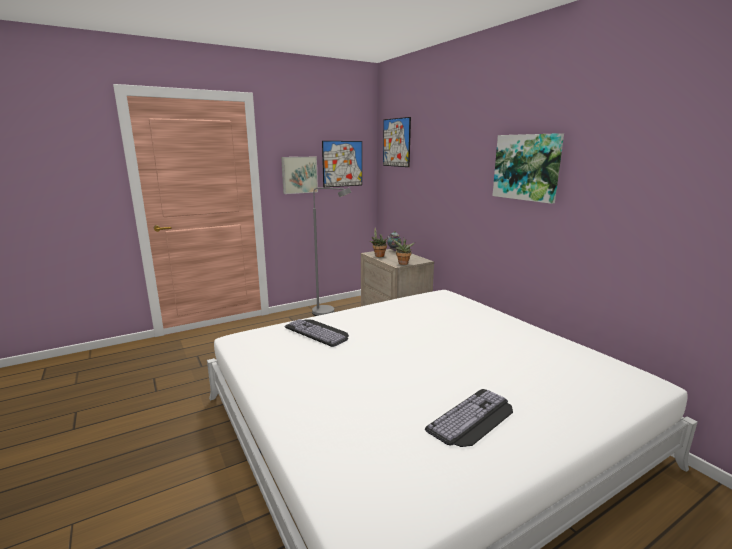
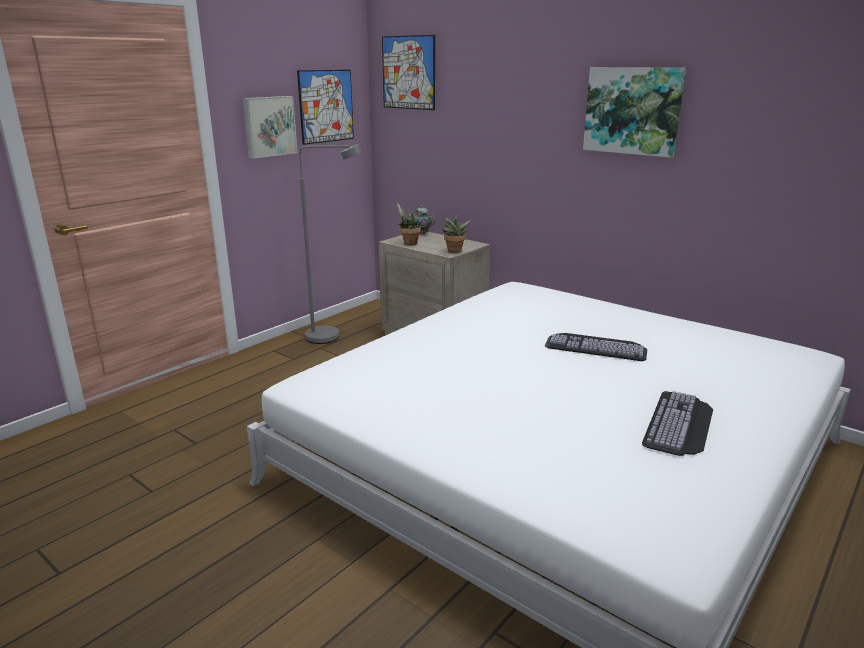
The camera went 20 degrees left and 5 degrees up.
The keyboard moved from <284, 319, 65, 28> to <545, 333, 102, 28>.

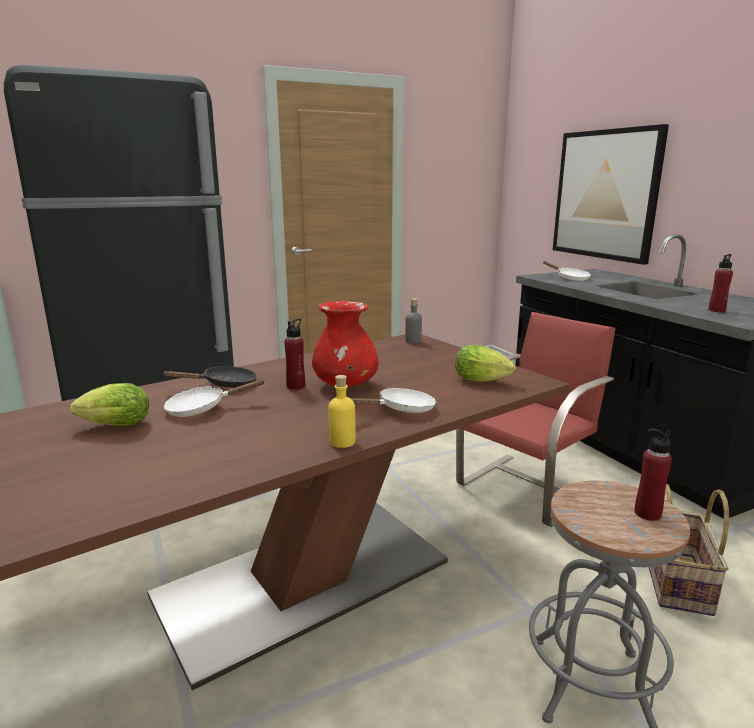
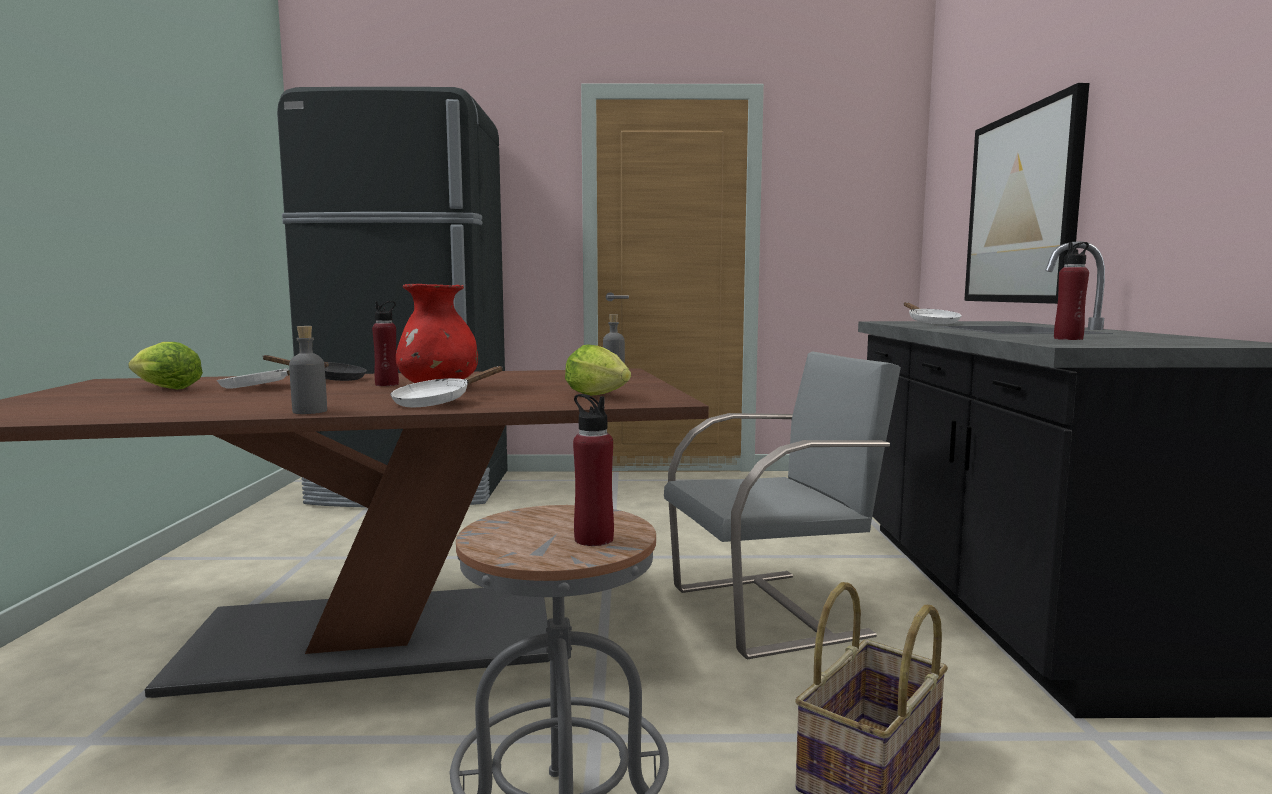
The camera went 25 degrees right and 10 degrees down.
The yellow-coloured drink bottle at <328, 375, 28, 73> became the grey drink bottle at <289, 326, 38, 88>.
The red-coloured plain chair at <456, 312, 160, 215> became the grey plain chair at <664, 351, 237, 308>.
The whitish pan at <350, 388, 86, 25> turned 135 degrees clockwise.

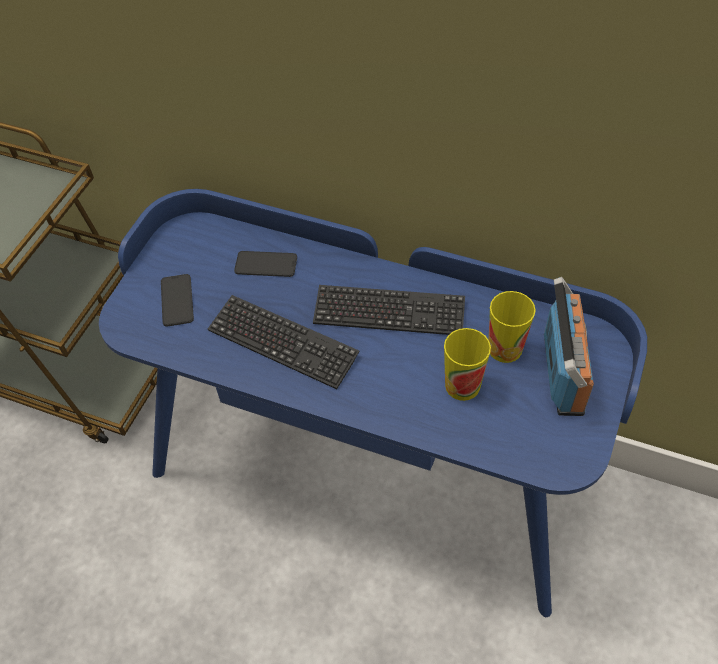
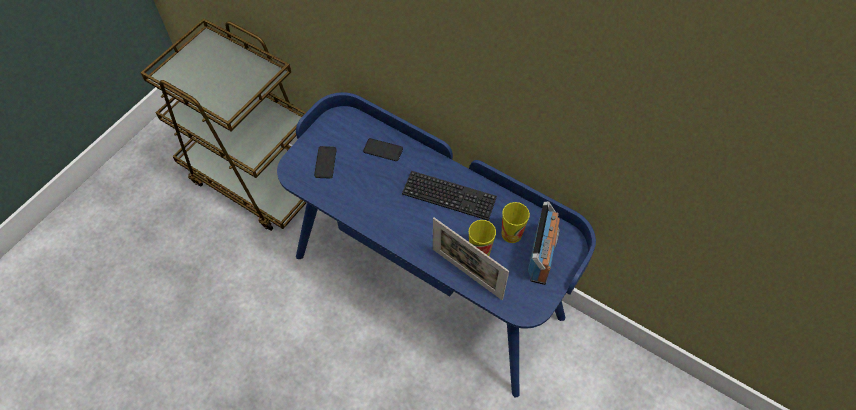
The camera went 10 degrees right and 5 degrees up.
The keyboard at <208, 295, 152, 94> disappeared.
The picture frame at <433, 217, 76, 83> appeared.

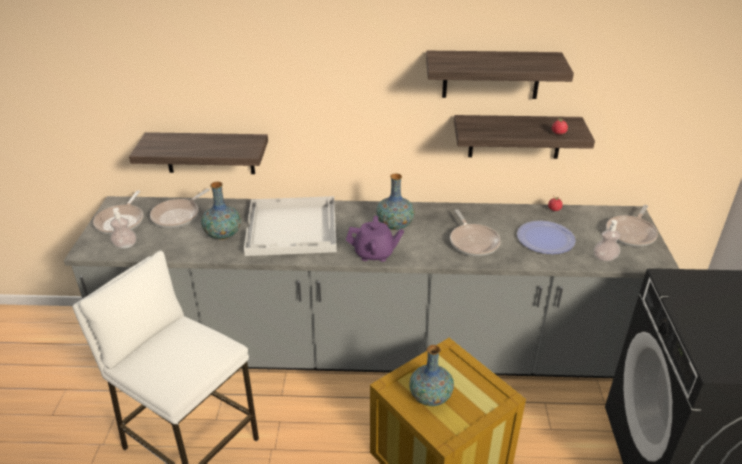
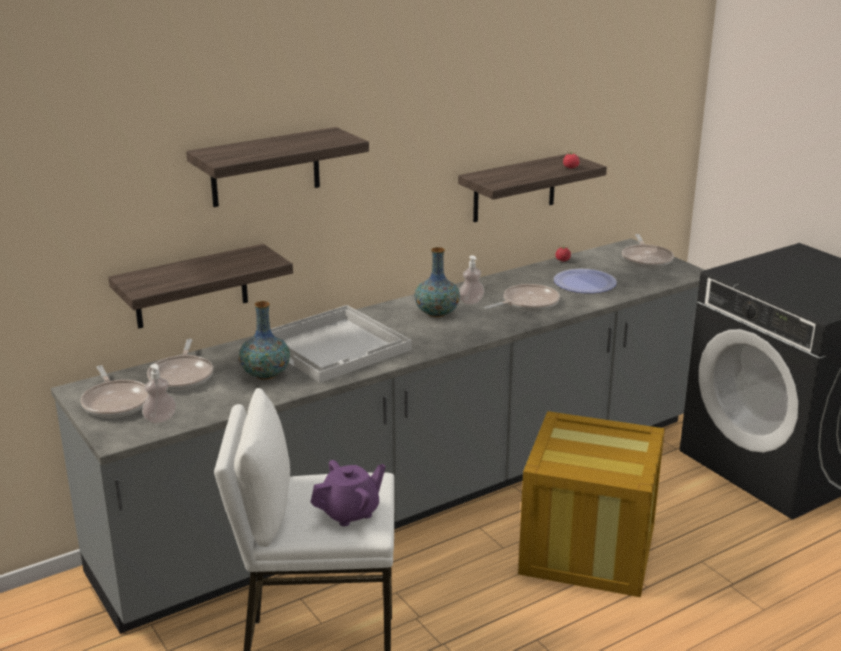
The camera went 35 degrees left and 10 degrees down.
The vase at <409, 345, 45, 61> disappeared.
The purple-coloured teapot moved from <346, 216, 58, 46> to <311, 460, 75, 66>.
The shelf moved from <426, 51, 148, 48> to <186, 127, 183, 80>.
The liquid soap bottle moved from <594, 220, 26, 41> to <459, 255, 25, 50>.
The pan at <450, 209, 51, 47> turned 75 degrees counterclockwise.

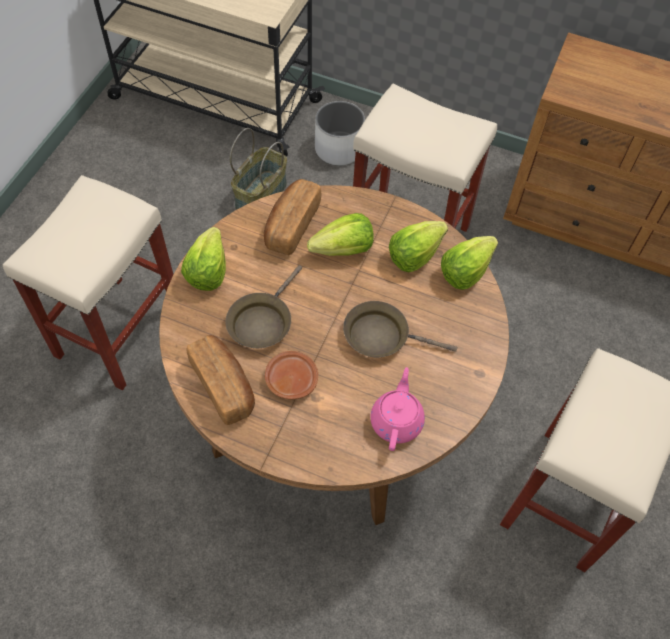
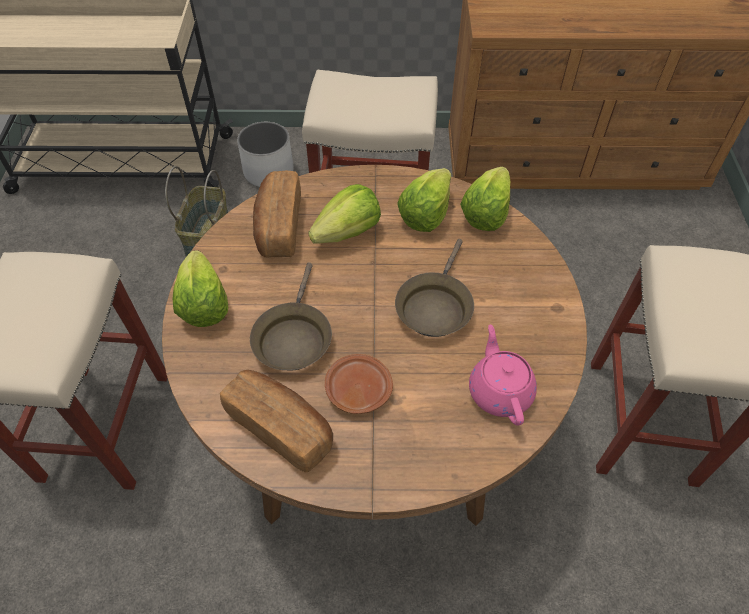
The camera went 20 degrees left and 5 degrees down.
The brown pan at <343, 301, 114, 56> turned 60 degrees counterclockwise.

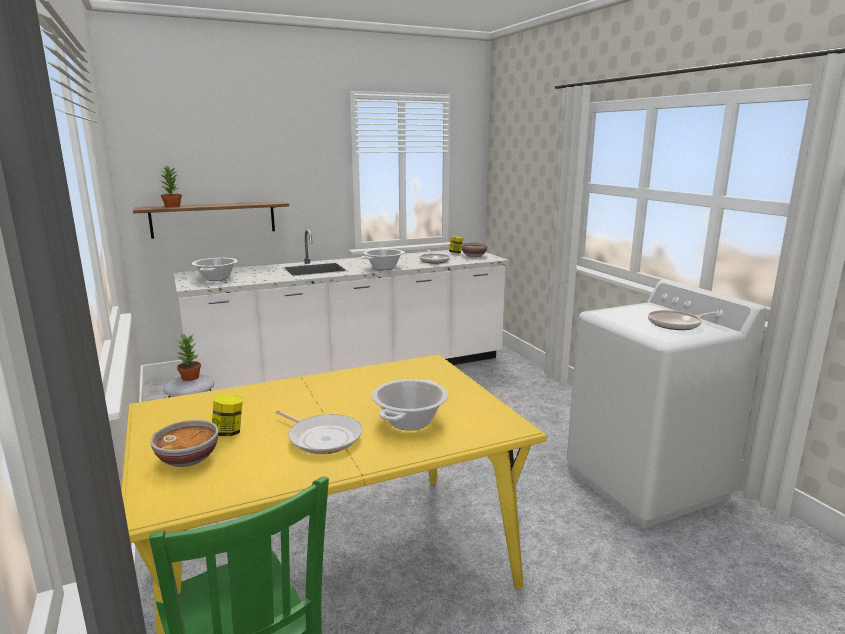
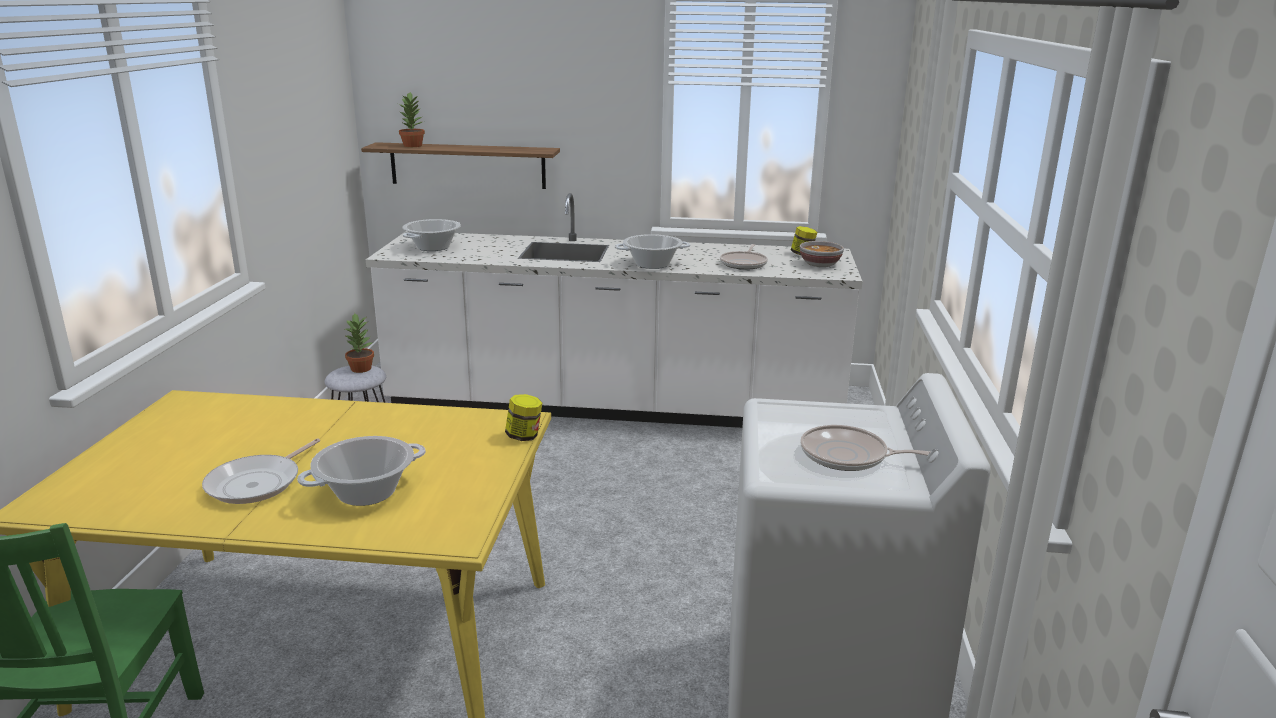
The camera went 30 degrees right and 5 degrees up.
The deep dish at <150, 420, 69, 47> disappeared.
The jar moved from <212, 395, 31, 41> to <505, 394, 37, 47>.
The pan at <275, 410, 88, 44> turned 45 degrees clockwise.

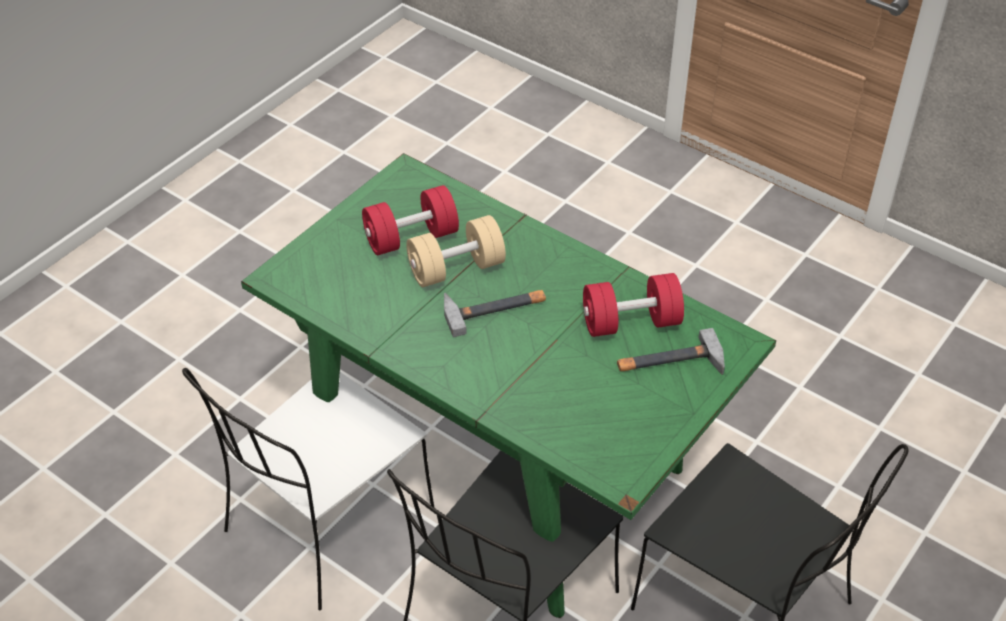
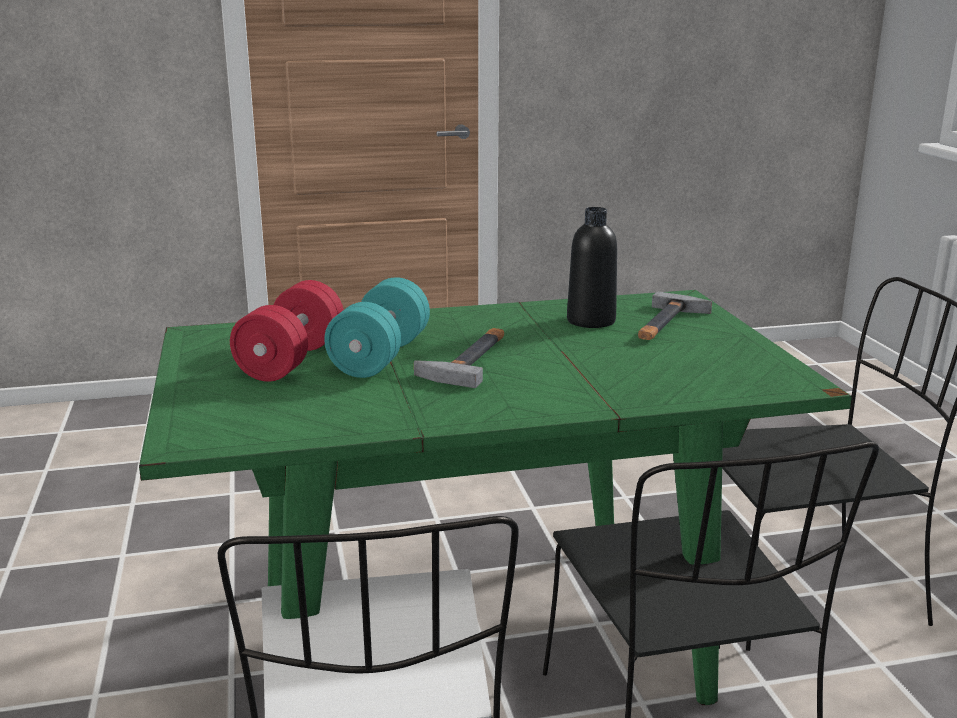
The camera went 50 degrees left and 25 degrees down.
The red-coloured free weight at <583, 273, 101, 64> was replaced by the black drink bottle at <567, 207, 50, 121>.
The beige-coloured free weight at <406, 215, 100, 72> became the turquoise-coloured free weight at <324, 277, 106, 101>.

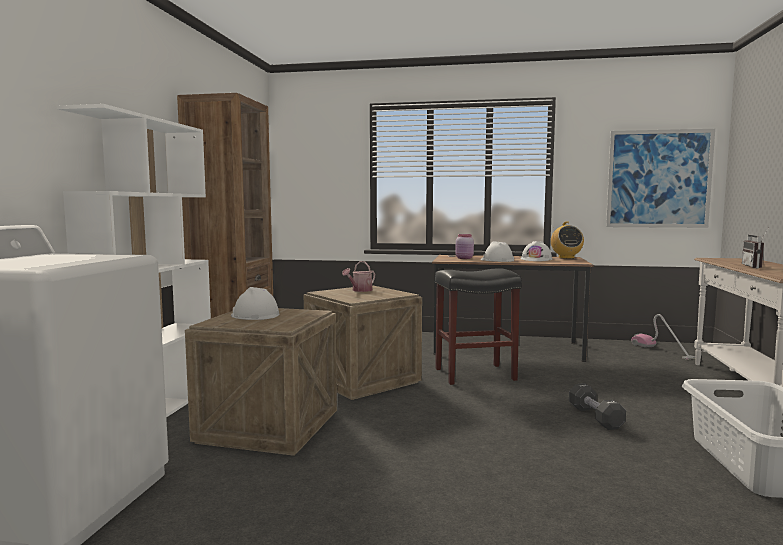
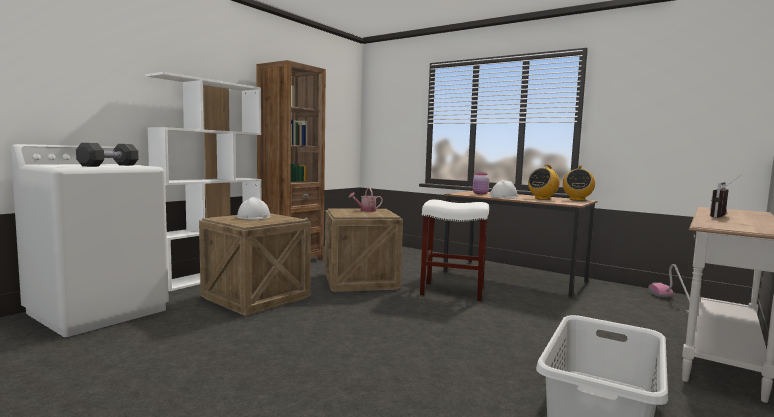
The camera went 25 degrees right and 0 degrees up.
The wall picture at <606, 129, 109, 99> disappeared.
The black free weight moved from <569, 383, 57, 47> to <76, 143, 62, 24>.
The whitish hard hat at <521, 241, 31, 20> was replaced by the radio at <528, 164, 32, 36>.
The black stool seat at <435, 268, 87, 117> became the whitish stool seat at <420, 199, 69, 102>.

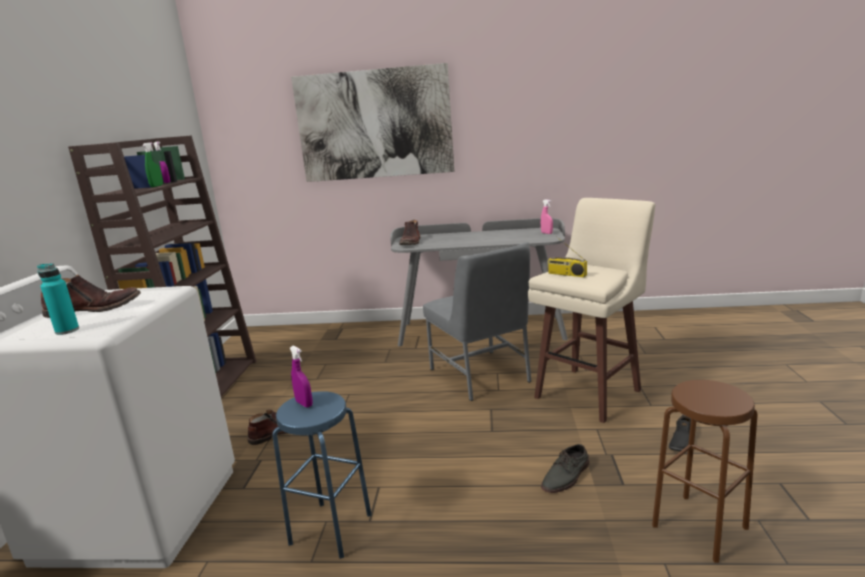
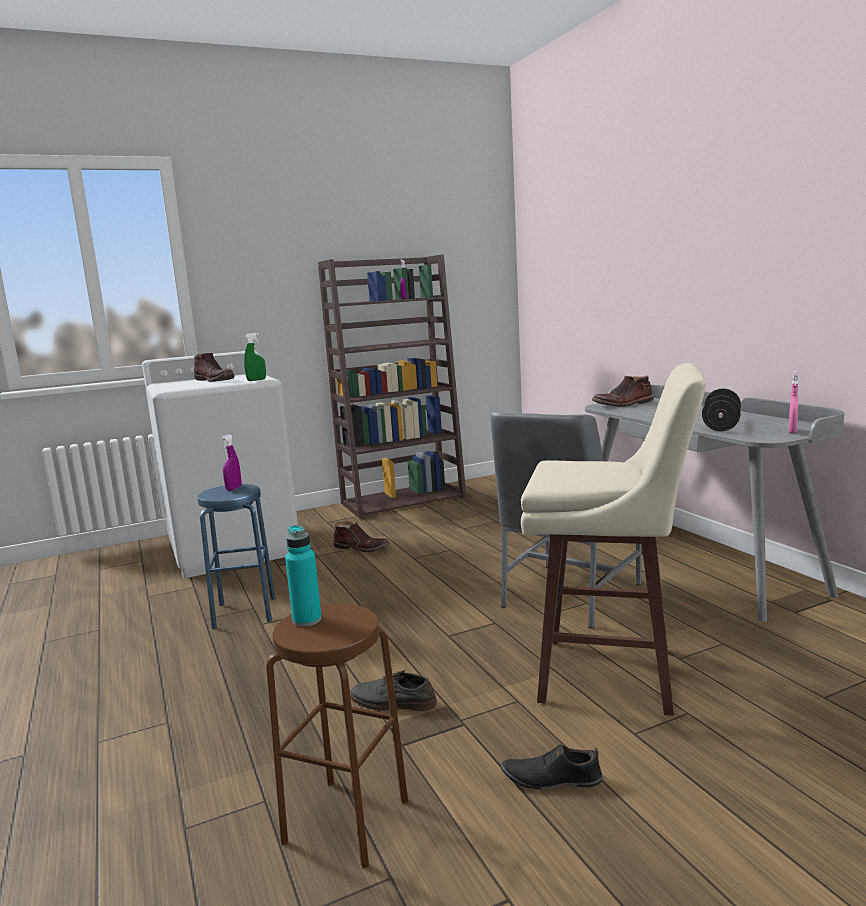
The camera went 60 degrees right and 5 degrees down.
The wall picture at <291, 63, 163, 119> disappeared.
The radio at <547, 236, 40, 41> disappeared.
The black free weight at <702, 388, 39, 43> appeared.
The turquoise-coloured drink bottle moved from <37, 263, 42, 72> to <285, 525, 37, 102>.
The greenish hand sprayer moved from <142, 142, 21, 45> to <244, 333, 22, 48>.

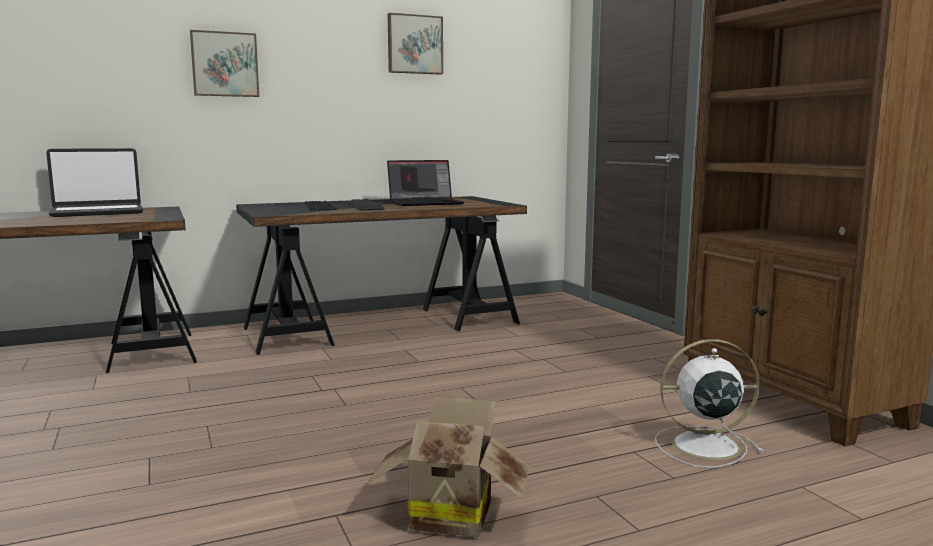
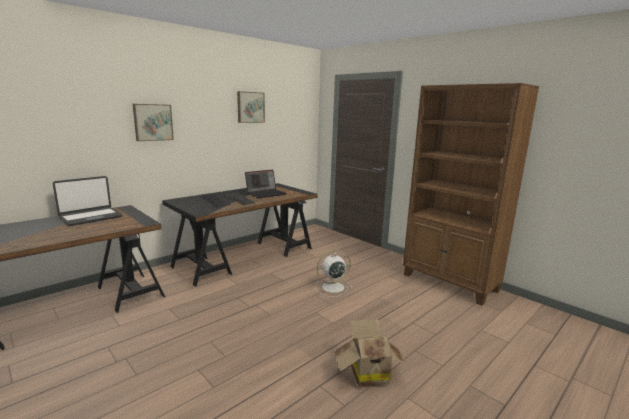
The camera went 20 degrees left and 5 degrees up.
The whitish cooling fan moved from <655, 339, 109, 129> to <315, 249, 38, 48>.

